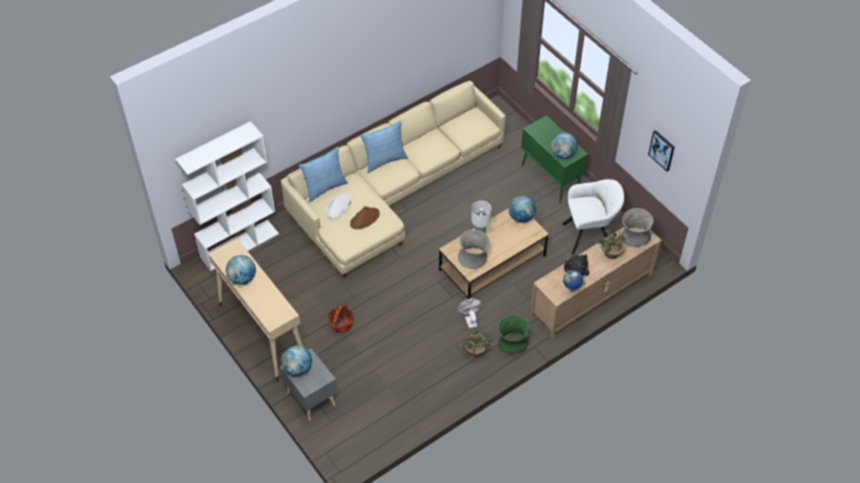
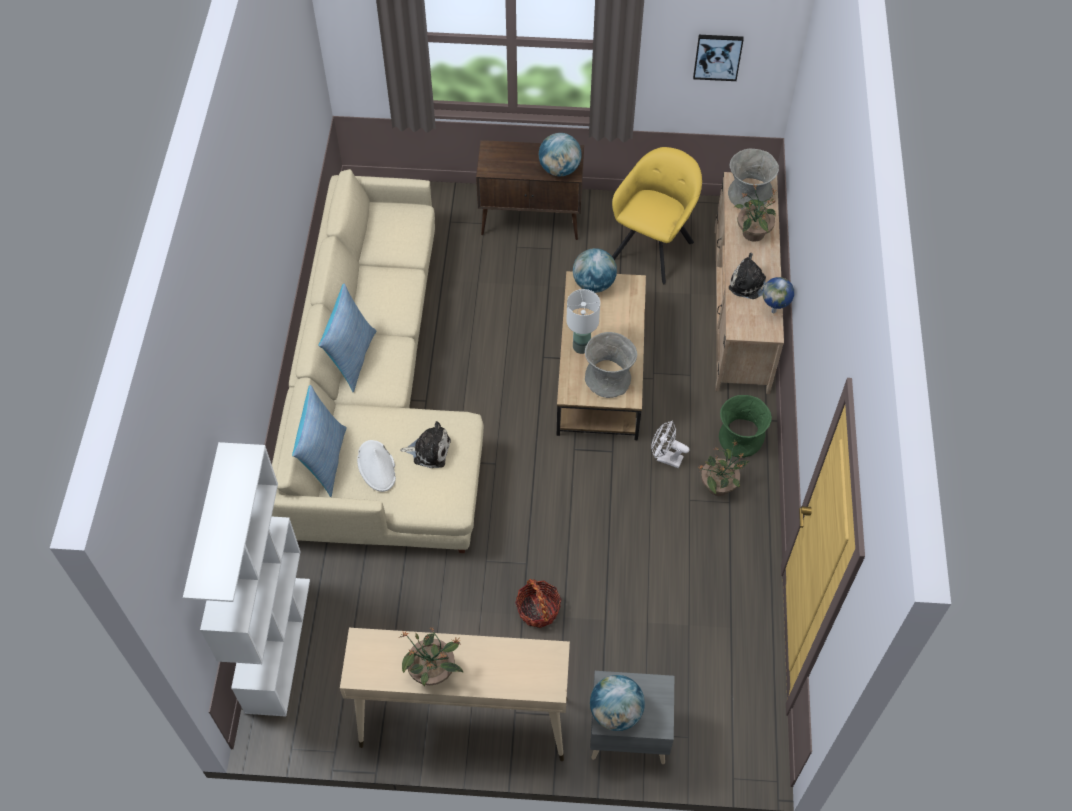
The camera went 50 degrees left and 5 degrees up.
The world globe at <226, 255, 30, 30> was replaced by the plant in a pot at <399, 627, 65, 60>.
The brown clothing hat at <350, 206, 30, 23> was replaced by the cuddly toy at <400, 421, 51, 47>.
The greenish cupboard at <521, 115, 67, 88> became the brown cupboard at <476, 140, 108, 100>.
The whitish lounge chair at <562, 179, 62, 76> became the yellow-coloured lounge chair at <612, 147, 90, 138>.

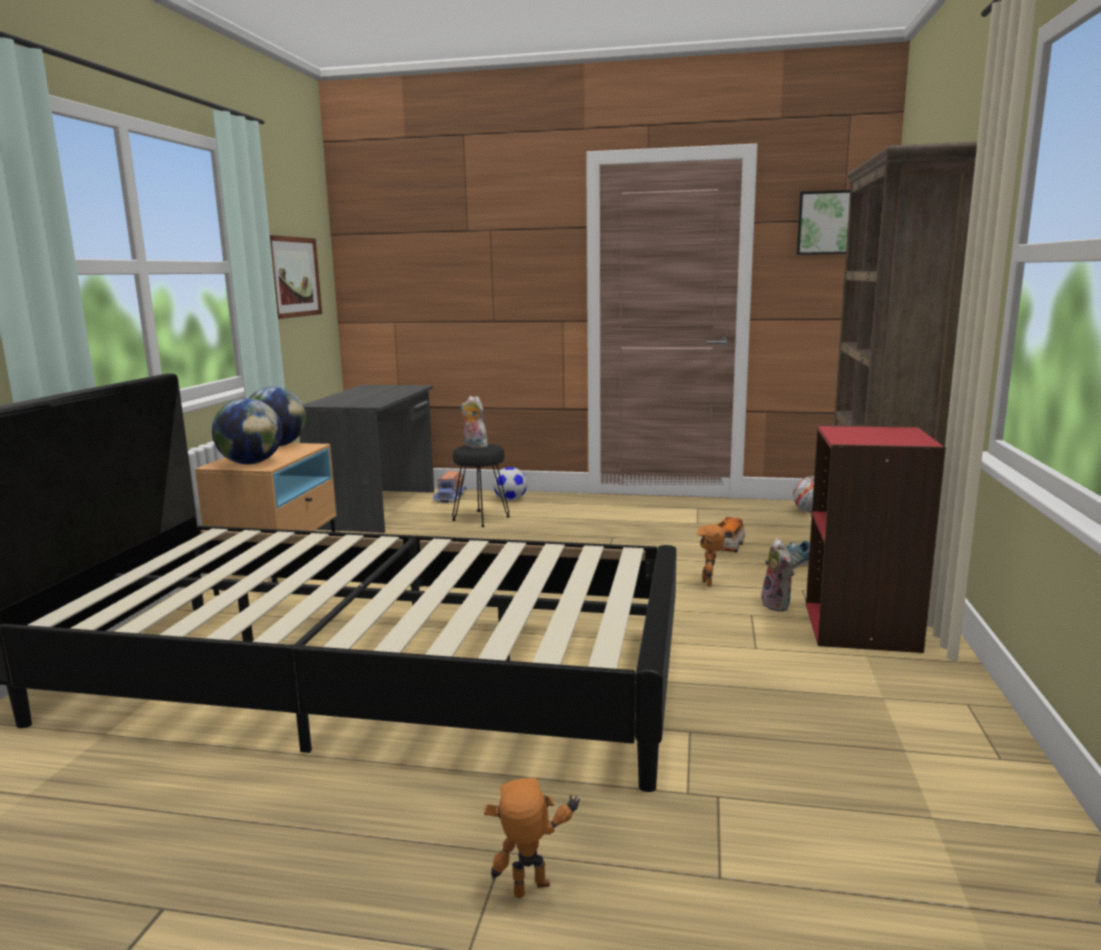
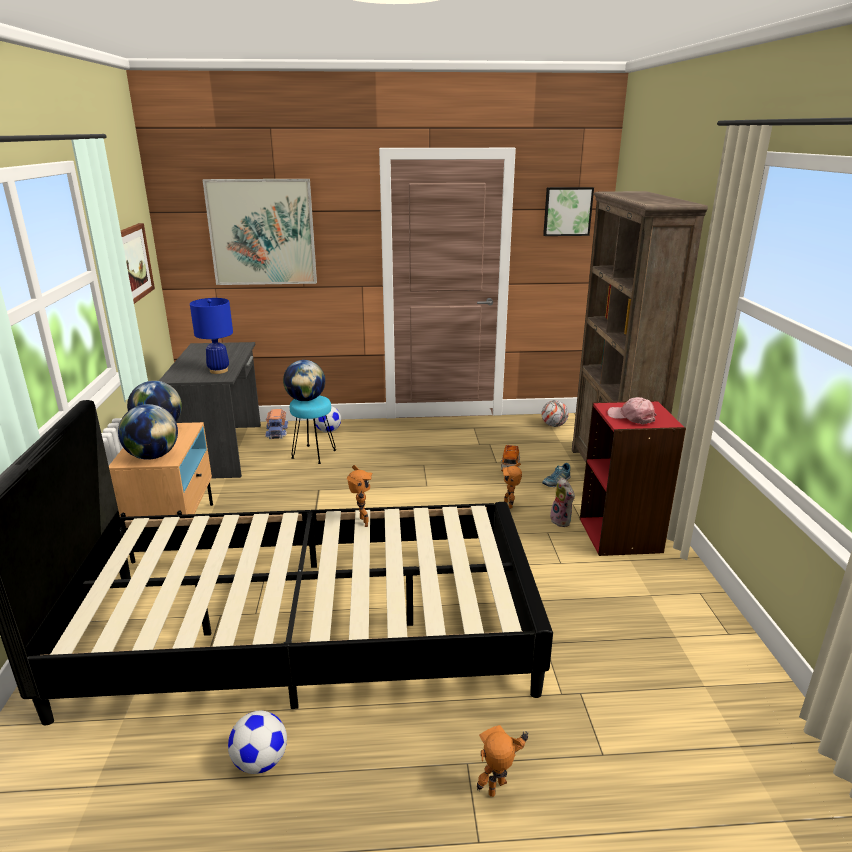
The camera went 15 degrees left and 10 degrees up.
The blue-coloured table lamp at <190, 298, 43, 76> appeared.
The wall picture at <203, 179, 114, 106> appeared.
The ball for football at <228, 711, 59, 63> appeared.
The model robot at <347, 465, 26, 62> appeared.
The pinkish cap at <607, 397, 50, 27> appeared.
The cuddly toy at <461, 396, 27, 52> was replaced by the world globe at <283, 360, 42, 41>.
The black stool seat at <452, 444, 58, 83> became the turquoise-coloured stool seat at <290, 395, 46, 69>.

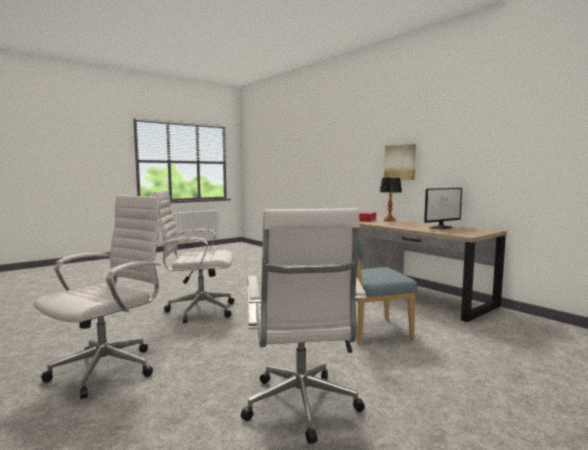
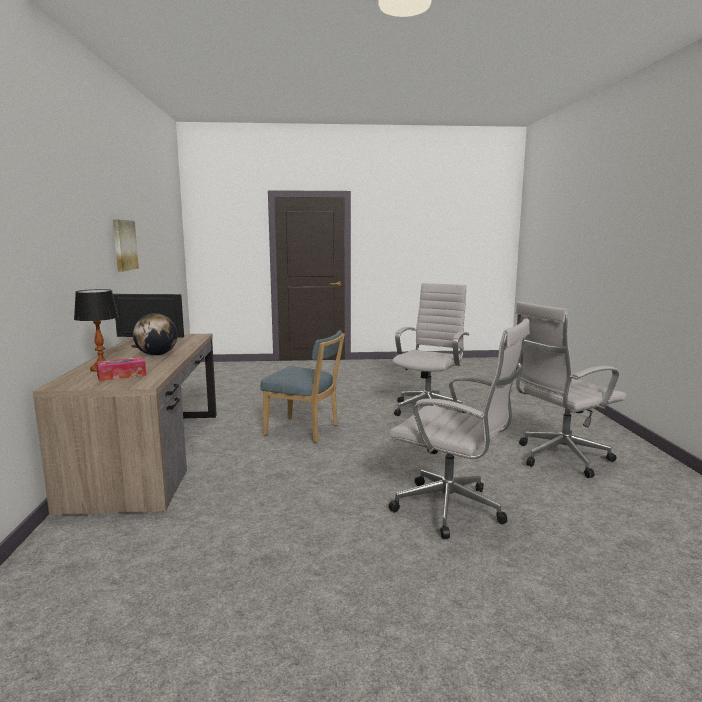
The camera went 145 degrees left and 5 degrees up.
The world globe at <133, 313, 45, 43> appeared.
The wall picture moved from <384, 144, 32, 36> to <113, 219, 26, 53>.

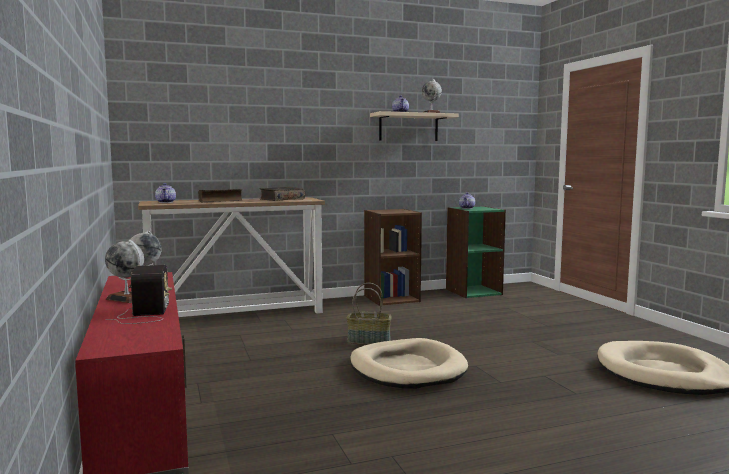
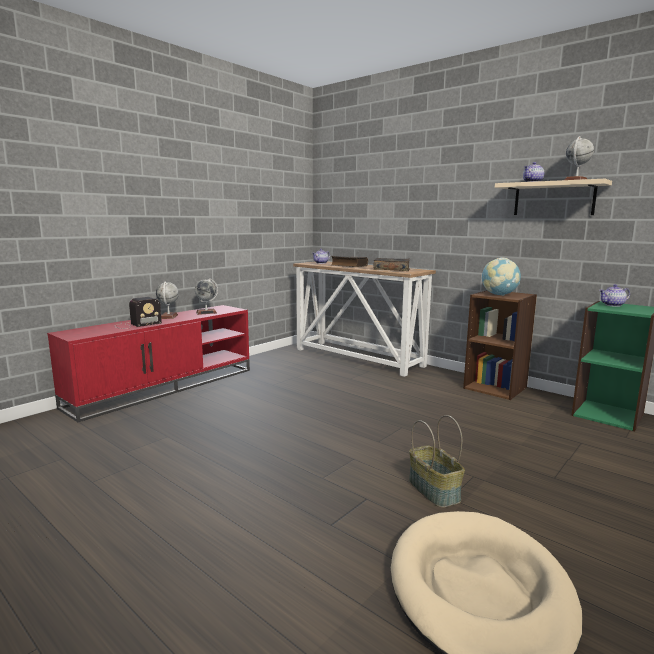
The camera went 60 degrees right and 5 degrees up.
The beige-coloured dog bed at <350, 338, 118, 51> disappeared.
The world globe at <482, 258, 39, 38> appeared.
The storage basket moved from <346, 283, 46, 61> to <409, 415, 56, 93>.

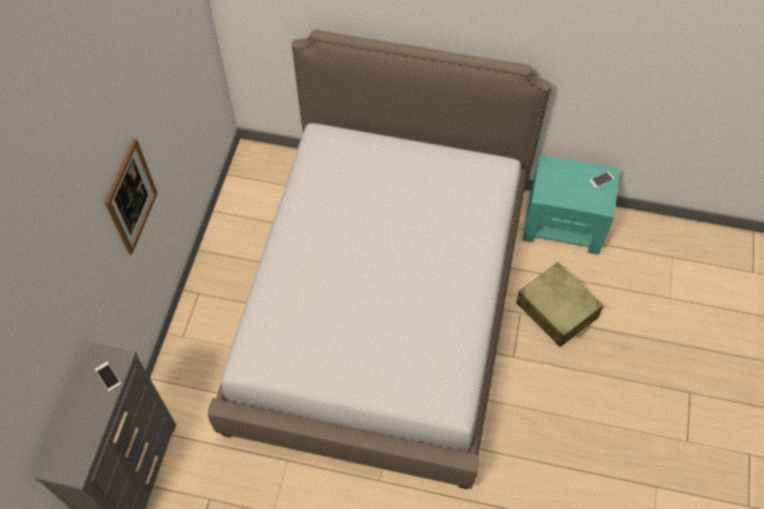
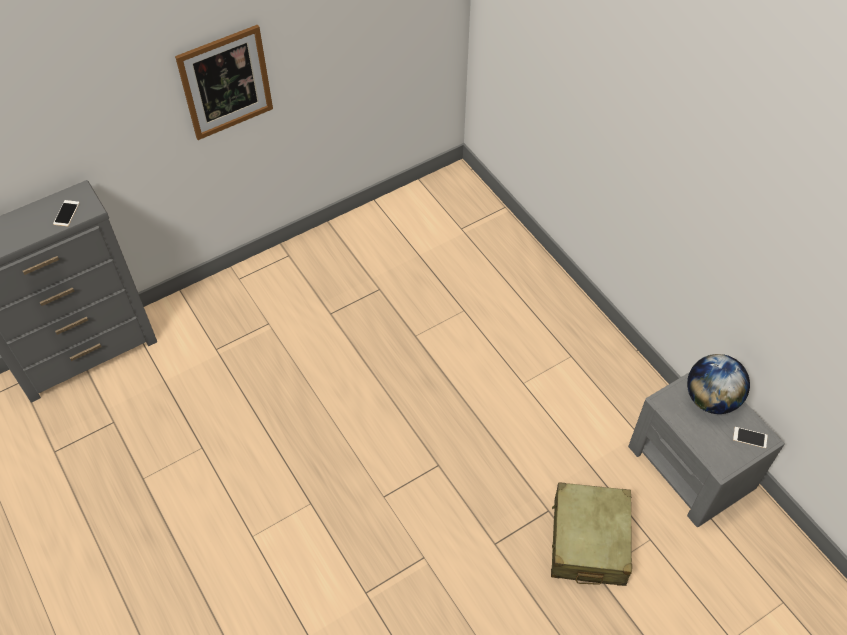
The camera went 45 degrees right and 5 degrees down.
The sleeping bed at <208, 30, 344, 459> disappeared.
The world globe at <687, 354, 63, 60> appeared.
The turquoise-coloured nightstand at <522, 155, 98, 100> became the grey nightstand at <628, 373, 157, 154>.

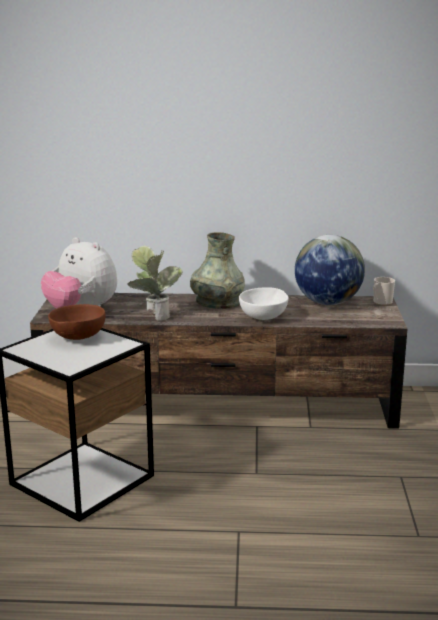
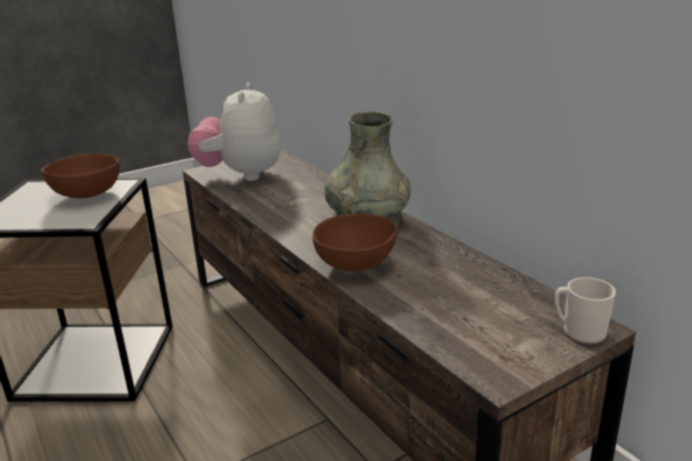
The camera went 55 degrees right and 5 degrees up.
The plant in a pot at <127, 245, 56, 76> disappeared.
The world globe at <295, 235, 70, 70> disappeared.
The whitish deep dish at <239, 287, 49, 33> became the brown deep dish at <313, 214, 84, 57>.

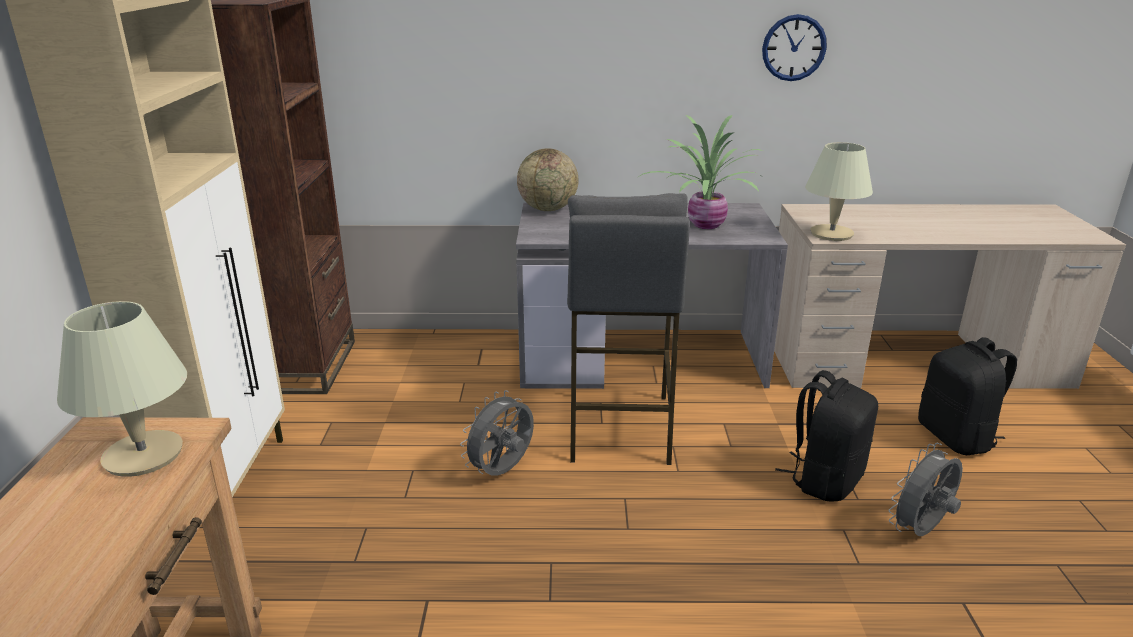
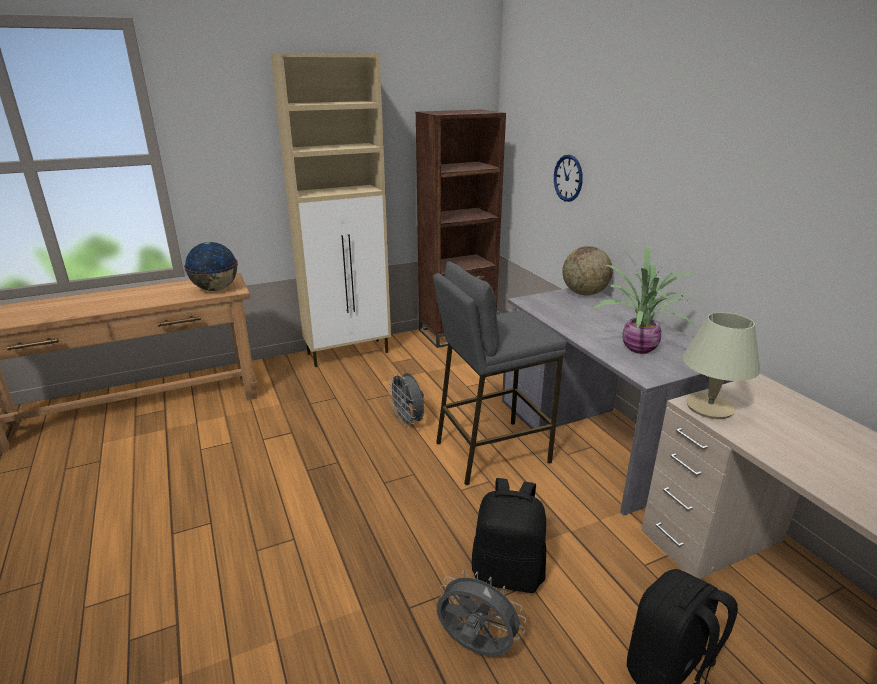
The camera went 65 degrees right and 0 degrees up.
The clock on the wall moved from <762, 14, 65, 67> to <554, 155, 29, 47>.
The beige-coloured table lamp at <57, 301, 130, 176> was replaced by the world globe at <184, 242, 54, 49>.
The grey cooling fan at <460, 390, 74, 85> turned 135 degrees counterclockwise.

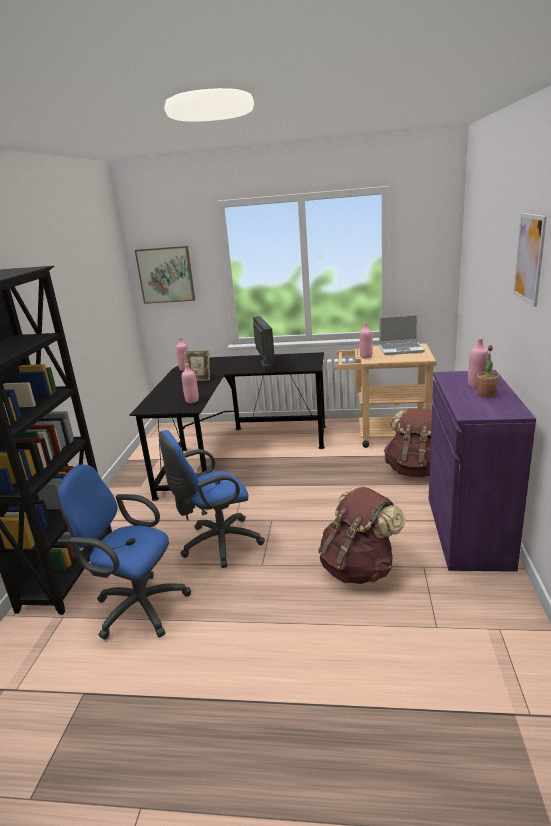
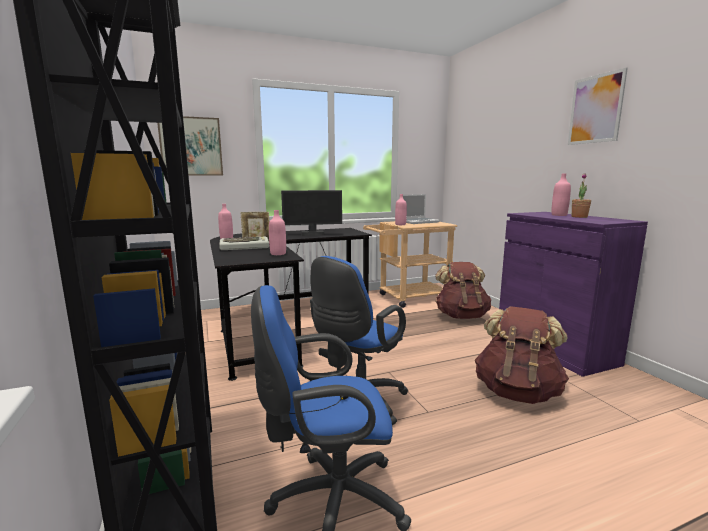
The camera went 30 degrees left and 10 degrees down.
The keyboard at <219, 237, 50, 13> appeared.
The computer screen at <253, 316, 22, 54> turned 120 degrees clockwise.

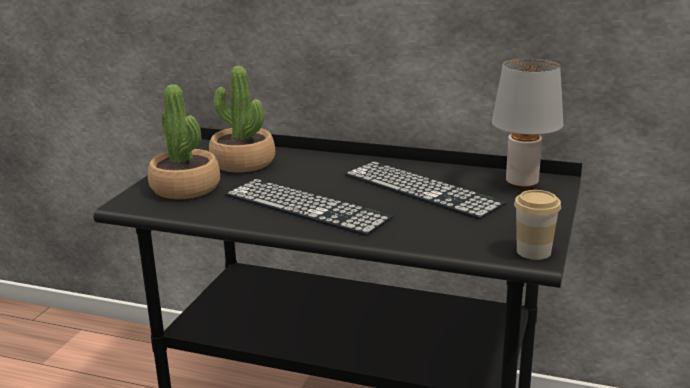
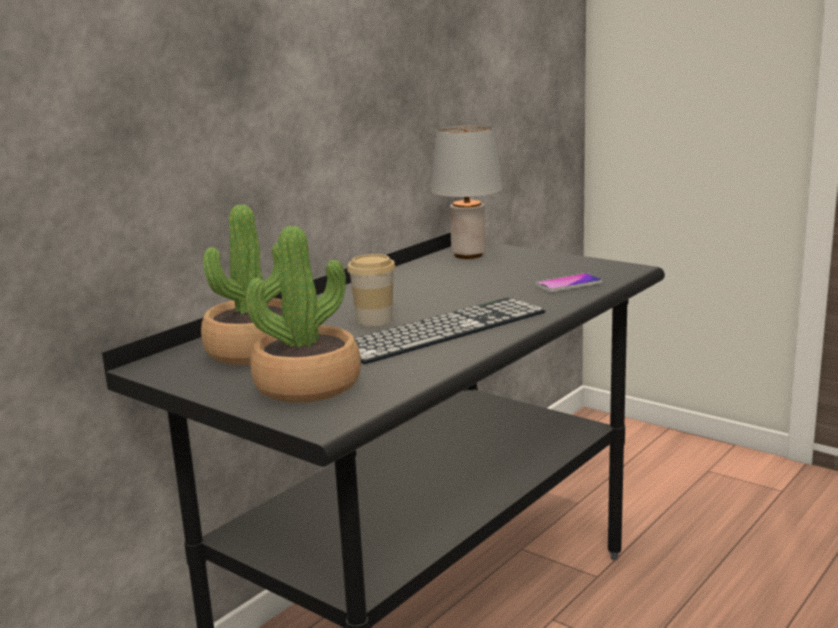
The camera went 70 degrees left and 5 degrees down.
The keyboard at <344, 162, 163, 57> disappeared.
The handset at <536, 273, 66, 19> appeared.
The drinking cup moved from <514, 190, 47, 70> to <347, 254, 49, 72>.

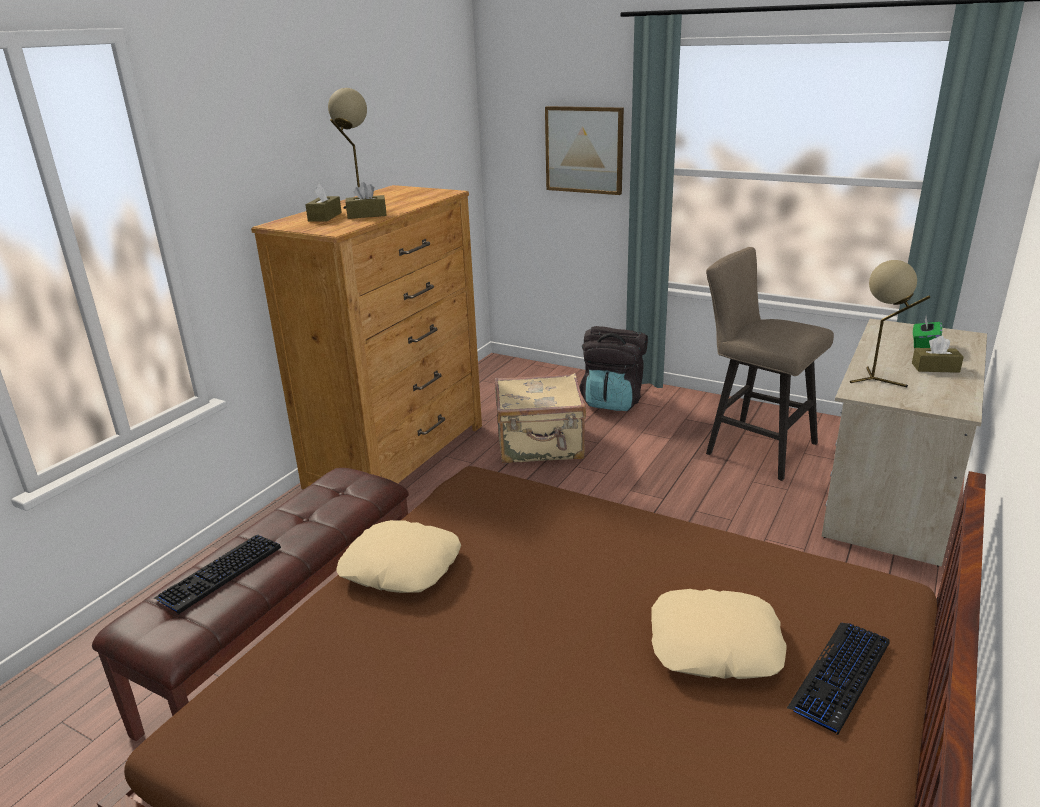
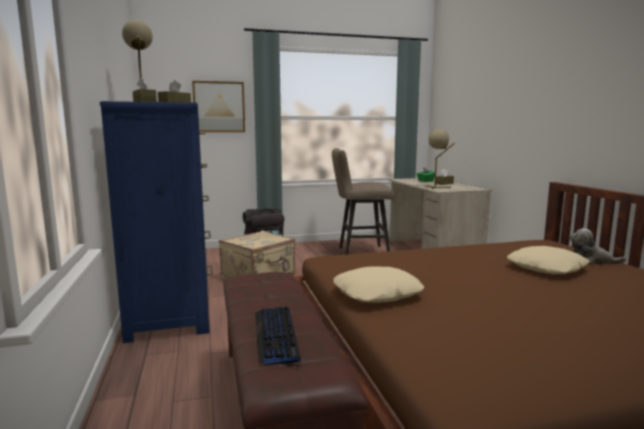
The camera went 45 degrees left and 15 degrees down.
The keyboard at <787, 623, 103, 112> was replaced by the cuddly toy at <570, 228, 56, 37>.
The brown dresser at <251, 185, 231, 304> became the blue-coloured dresser at <100, 101, 113, 242>.

